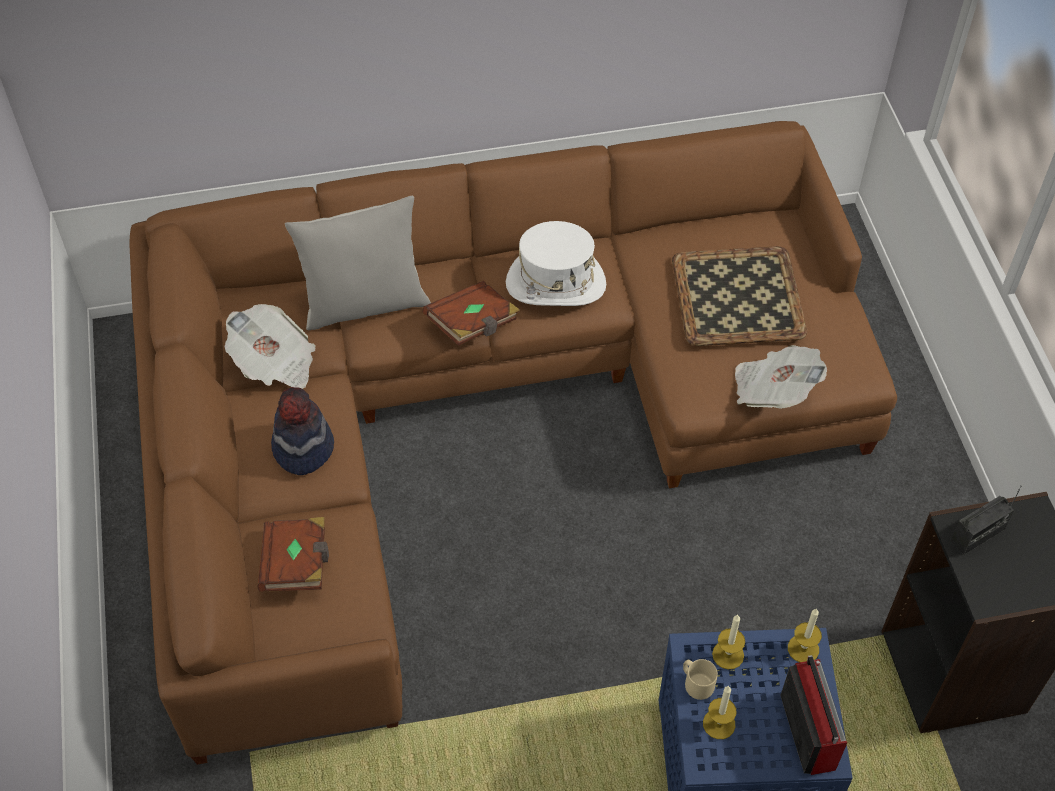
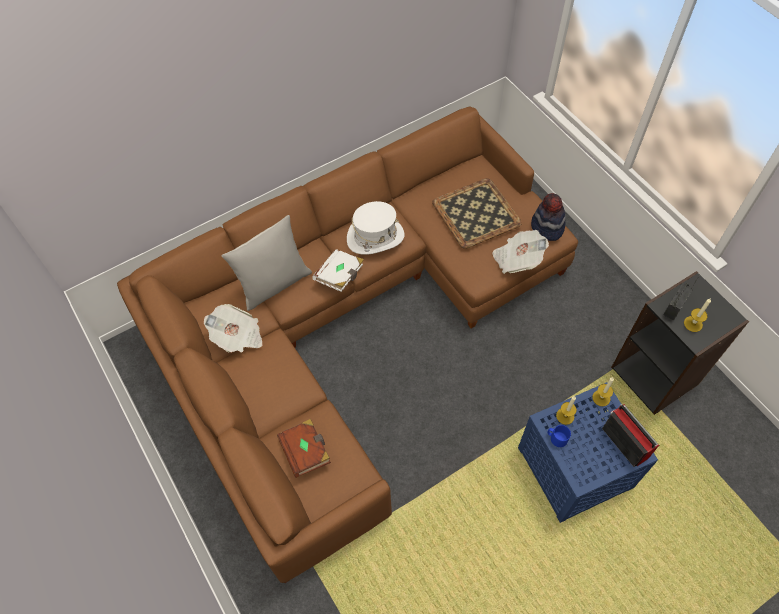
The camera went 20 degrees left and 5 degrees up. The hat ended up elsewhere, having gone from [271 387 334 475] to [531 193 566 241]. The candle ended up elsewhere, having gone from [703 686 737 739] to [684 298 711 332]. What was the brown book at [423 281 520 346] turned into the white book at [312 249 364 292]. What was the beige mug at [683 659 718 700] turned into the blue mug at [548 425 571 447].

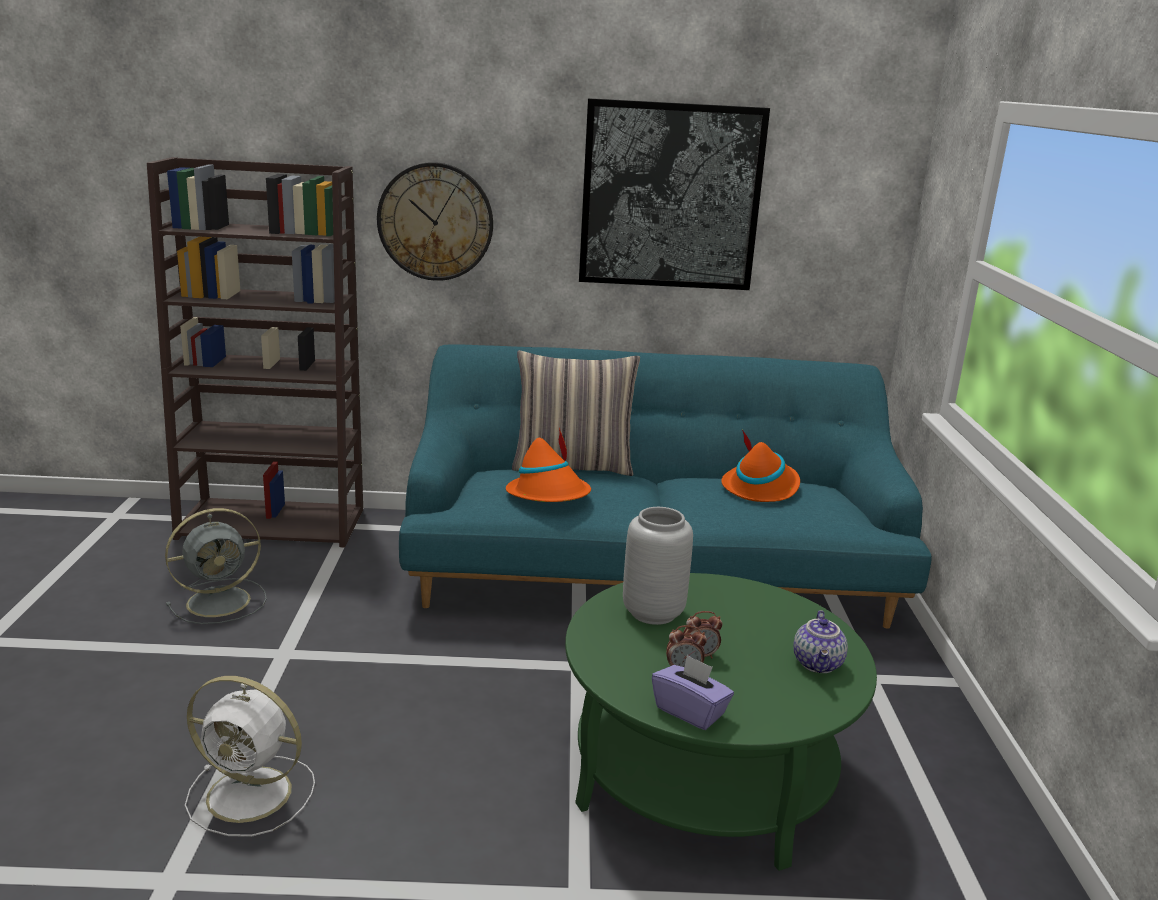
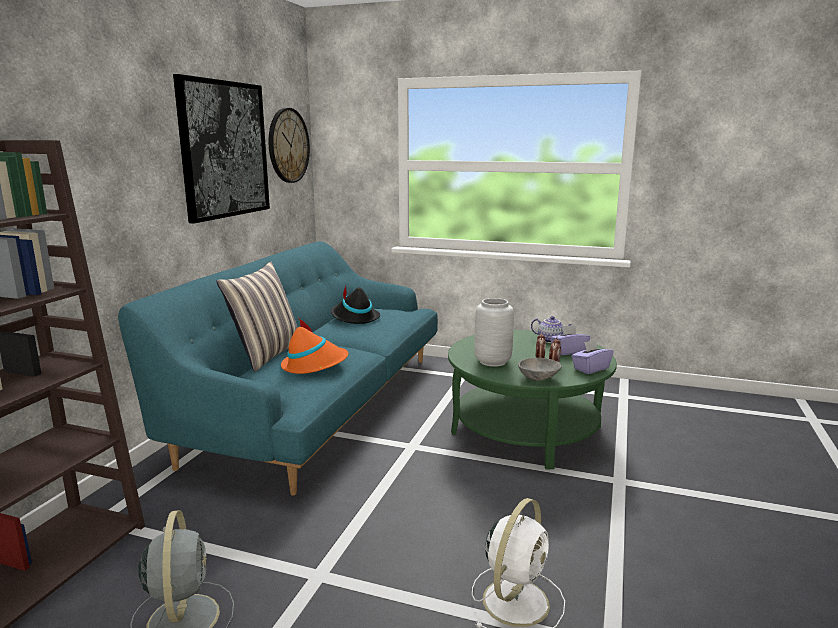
The camera went 70 degrees left and 5 degrees down. The second view gained the grey bowl at [518 358 561 381]. The second view gained the purple tissue box at [550 325 590 355]. The wall clock ended up elsewhere, having gone from [377 162 493 281] to [269 108 310 183]. What was the orange hat at [721 430 800 502] turned into the black hat at [331 286 380 324].

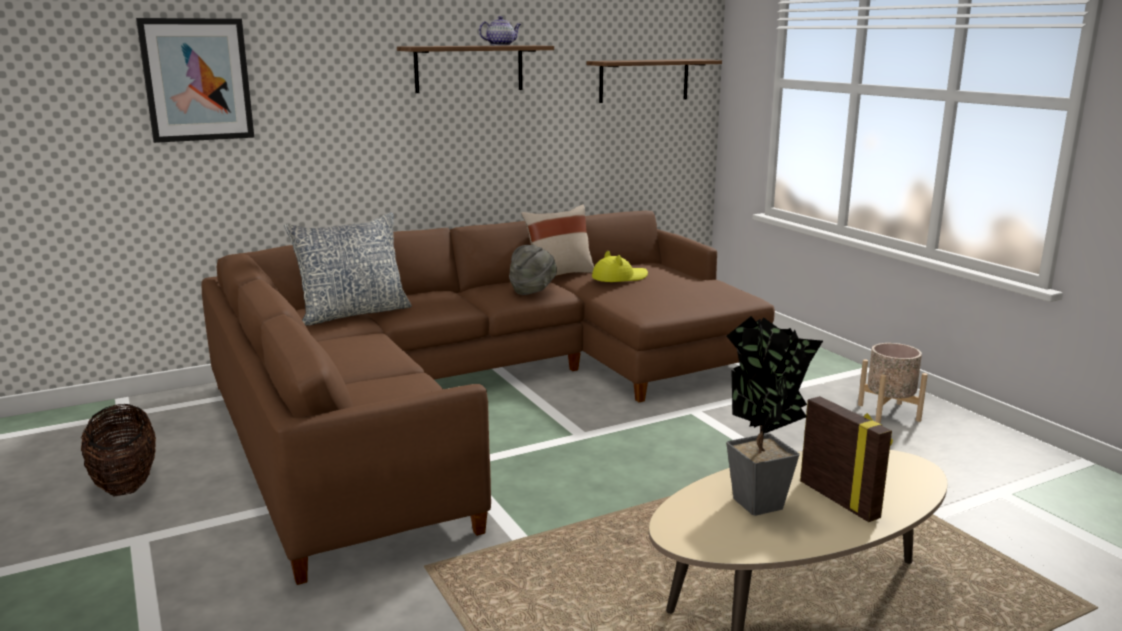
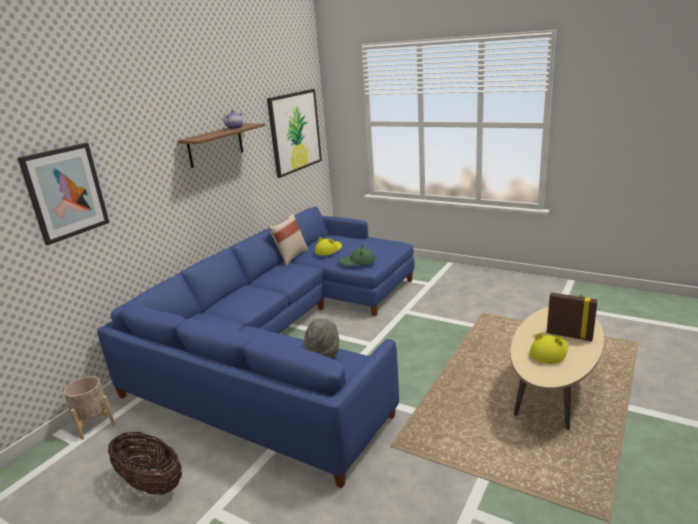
The camera went 30 degrees left and 5 degrees up. The second view lost the pillow at [284 213 412 326]. The second view gained the green hat at [339 244 375 266]. The grey hat ended up elsewhere, having gone from [509 245 557 295] to [303 319 339 358]. The beige planter ended up elsewhere, having gone from [858 343 928 423] to [64 376 115 440]. Where the shelf hung at [586 59 722 103], the picture came to hang at [267 89 322 178]. Where the potted plant stood at [726 316 823 516], the yellow hat came to stand at [530 333 568 364]. What was the brown sofa at [201 211 775 585] turned into the blue sofa at [97 206 414 488].

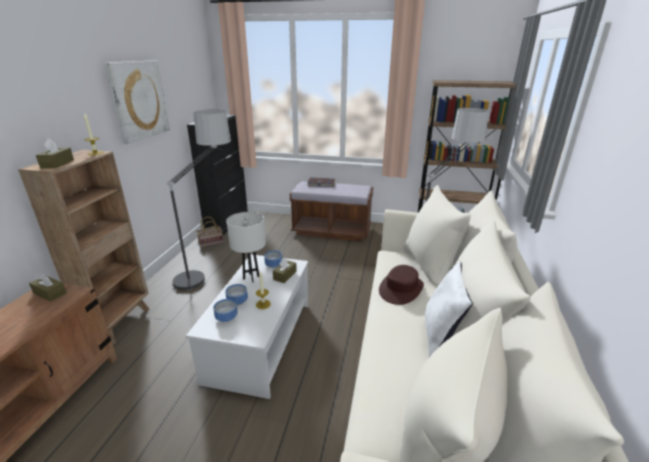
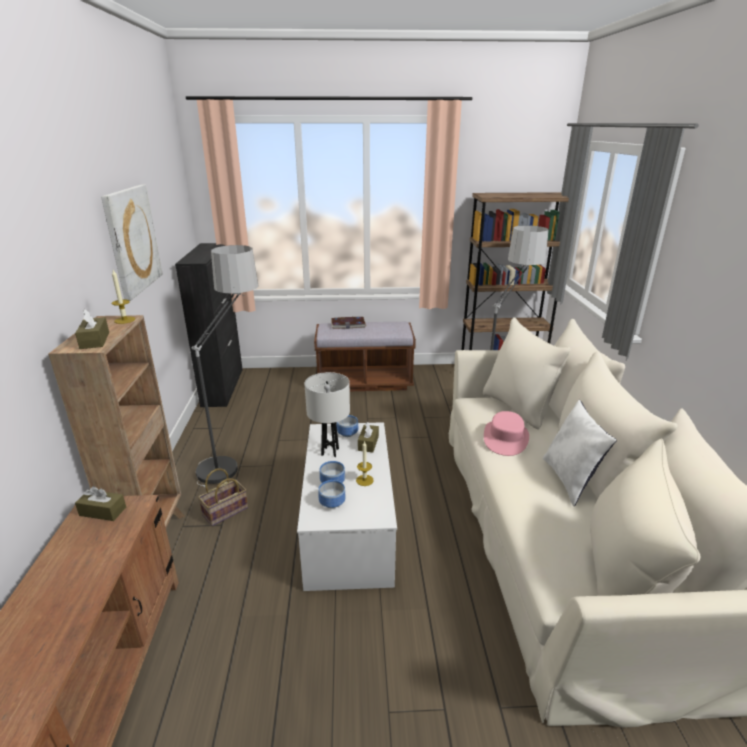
The camera went 15 degrees left and 0 degrees up. The basket ended up elsewhere, having gone from [196 217 224 248] to [198 468 248 526]. What was the brown hat at [379 265 424 305] turned into the pink hat at [484 411 529 456].

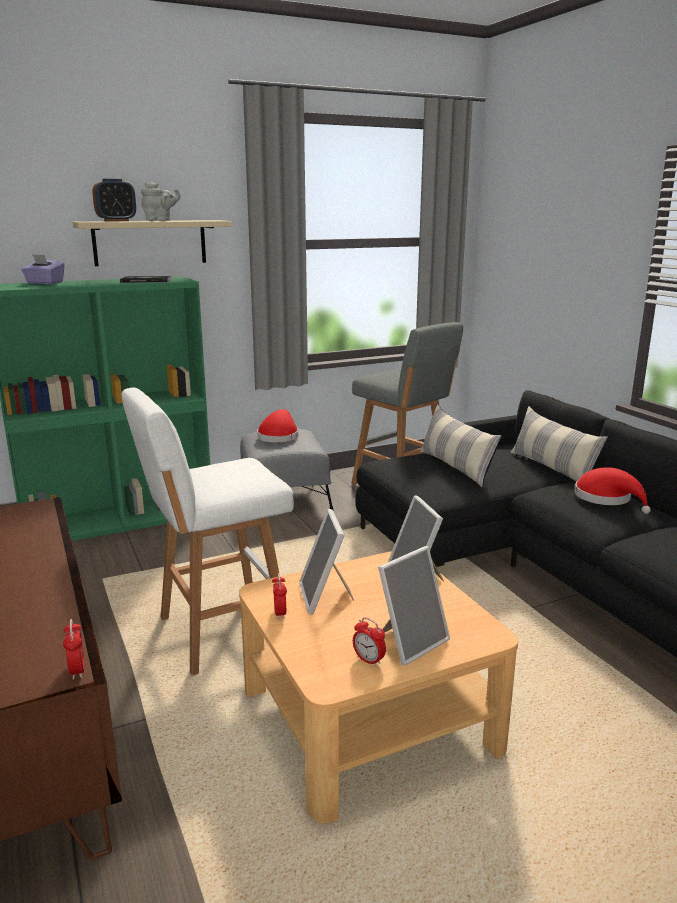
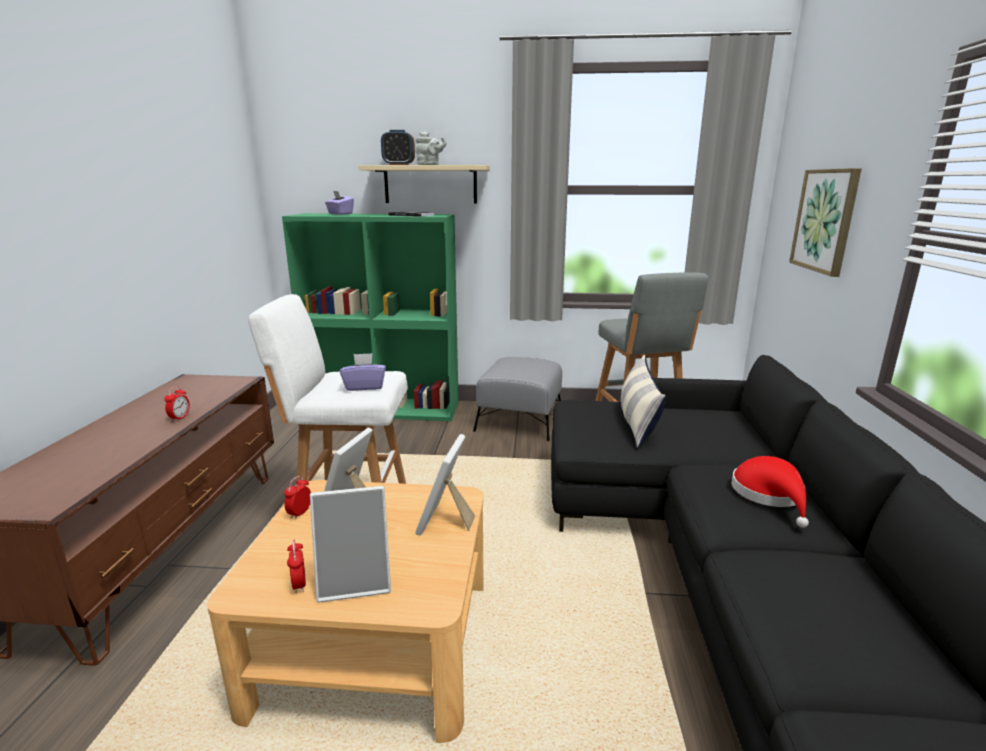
The camera went 30 degrees right and 0 degrees up. The second view lost the red hat at [257 409 298 443]. The second view lost the pillow at [511 407 608 482]. The second view gained the purple tissue box at [340 353 386 391]. The second view gained the picture at [789 168 862 277]. The alarm clock ended up elsewhere, having gone from [63 619 84 680] to [164 386 190 422].

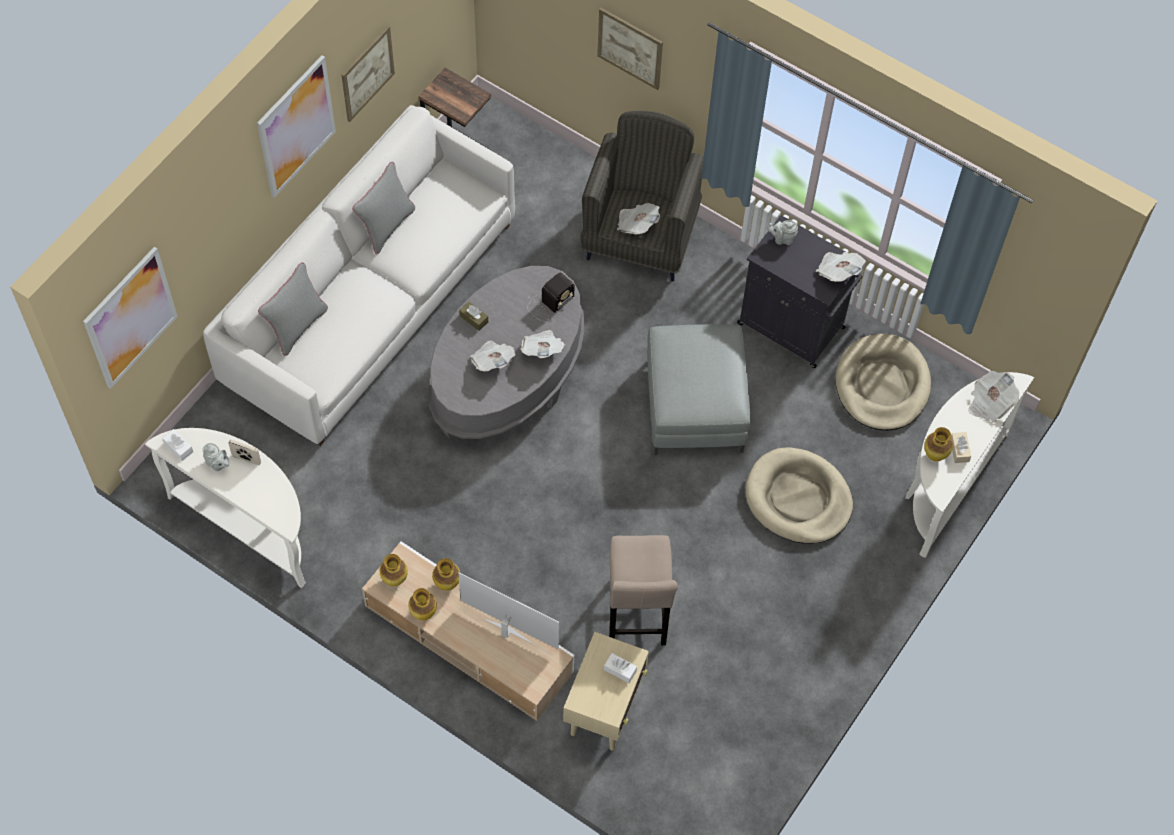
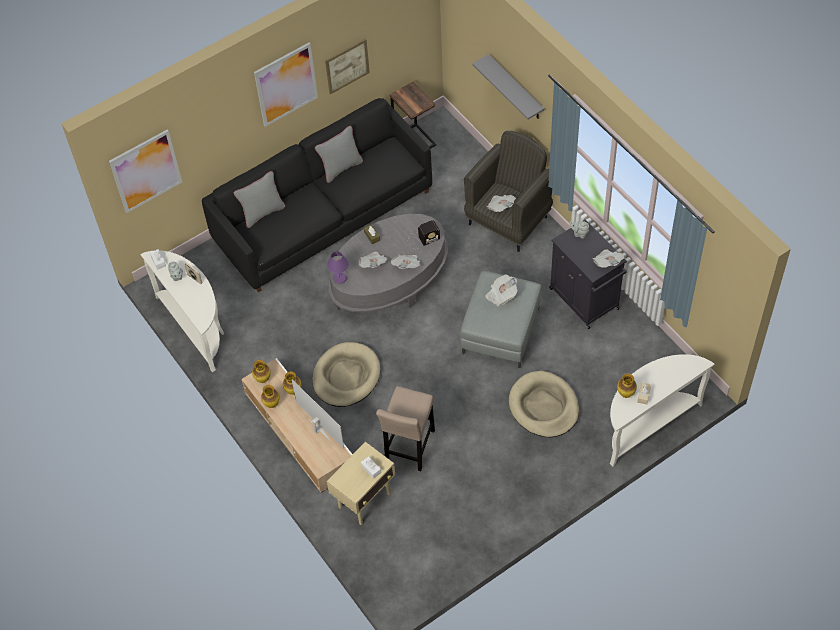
The camera went 25 degrees right and 5 degrees down. The second view gained the purple table lamp at [327 251 349 284]. The beige dog bed ended up elsewhere, having gone from [836 334 931 431] to [313 342 380 407]. The newspaper ended up elsewhere, having gone from [968 371 1019 423] to [485 274 517 307]. Where the picture hung at [597 8 663 90], the grey shelf came to hang at [472 54 544 119]. What was the white sofa at [203 105 515 446] turned into the black sofa at [202 98 432 292].

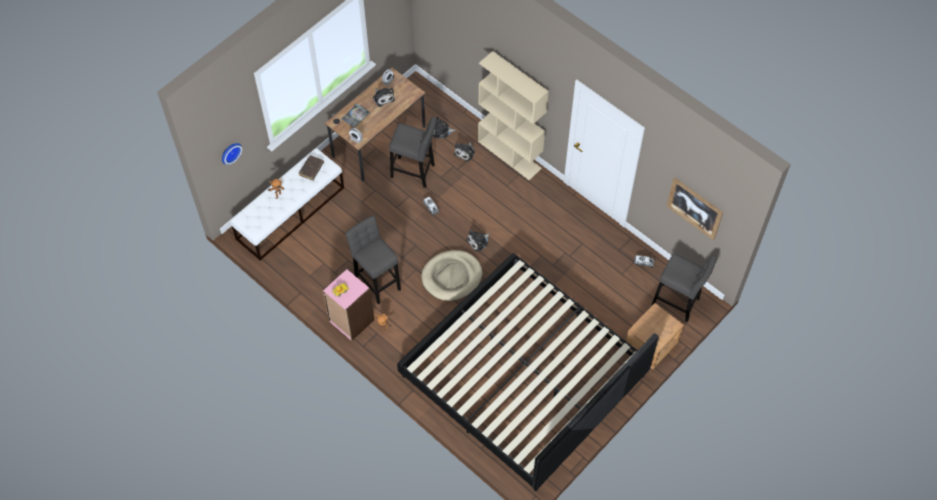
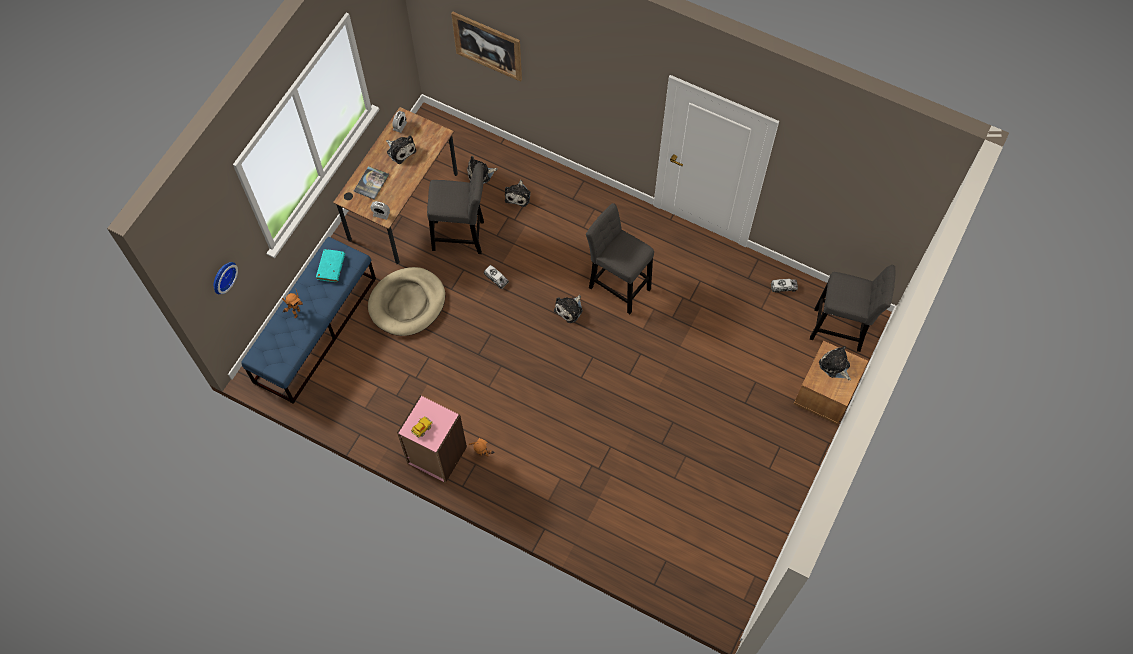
The camera went 15 degrees left and 5 degrees up. The second view lost the bed at [397 253 659 491]. The second view lost the beige bookcase at [478 51 549 180]. The second view gained the plush toy at [819 346 851 380]. The grey stool ended up elsewhere, having gone from [345 215 401 305] to [586 203 654 314]. The beige dog bed ended up elsewhere, having gone from [421 250 483 301] to [368 267 445 336]. The picture ended up elsewhere, having gone from [667 177 723 240] to [451 12 522 82]. What was the white bench at [230 148 344 261] turned into the blue bench at [241 237 376 404]. What was the brown book at [299 155 324 180] turned into the turquoise book at [316 249 345 282].

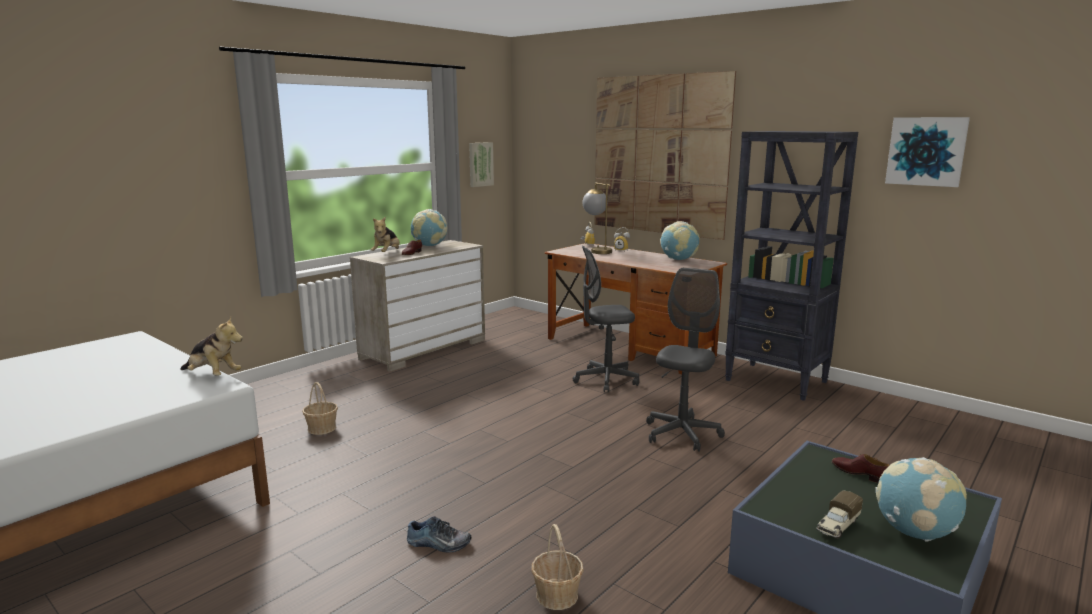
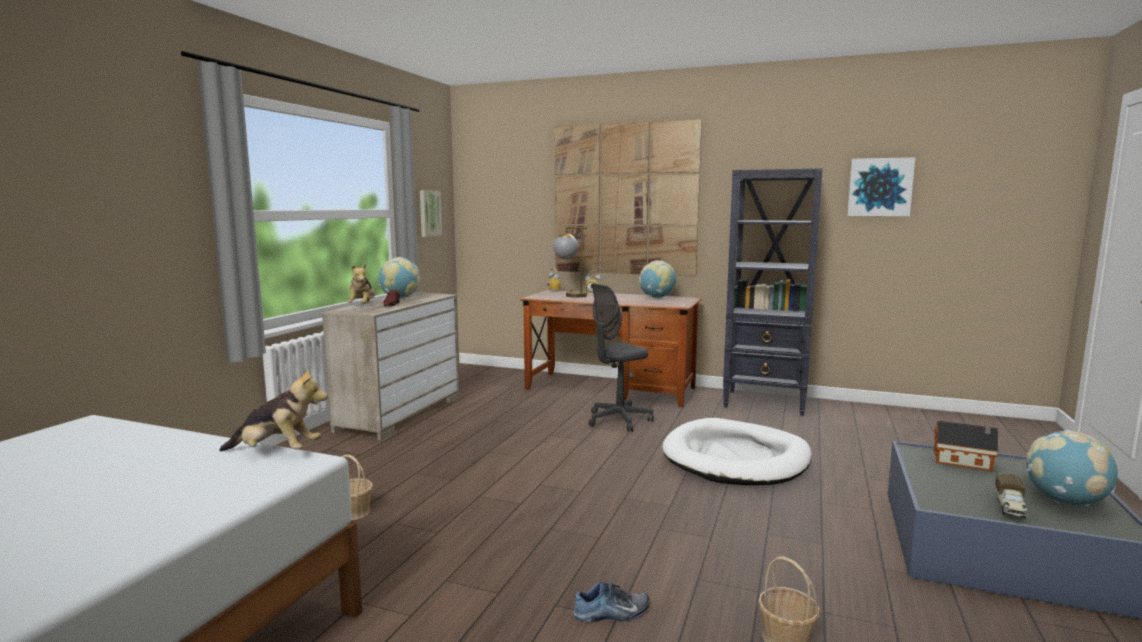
The camera went 20 degrees left and 5 degrees down. Where the grey office chair stood at [646 268 725 452], the white dog bed came to stand at [662 418 812 486]. Where the brown shoe stood at [832 454 890 483], the toy house came to stand at [934 421 999 471].

